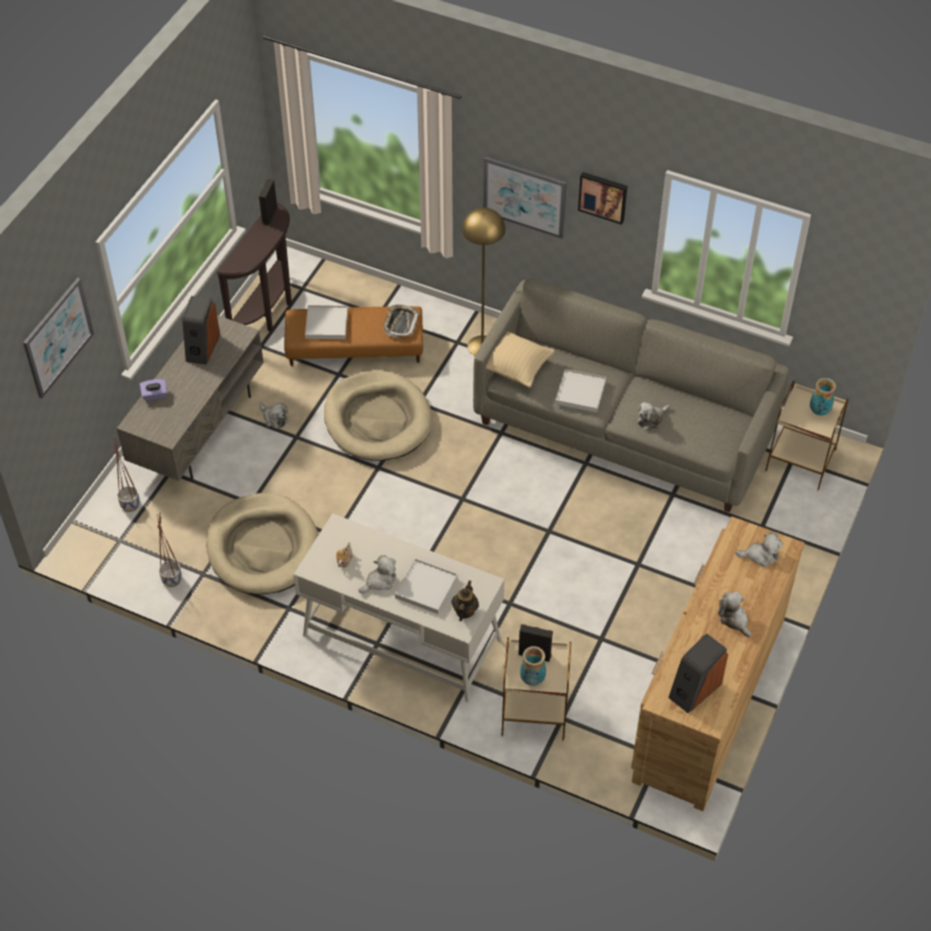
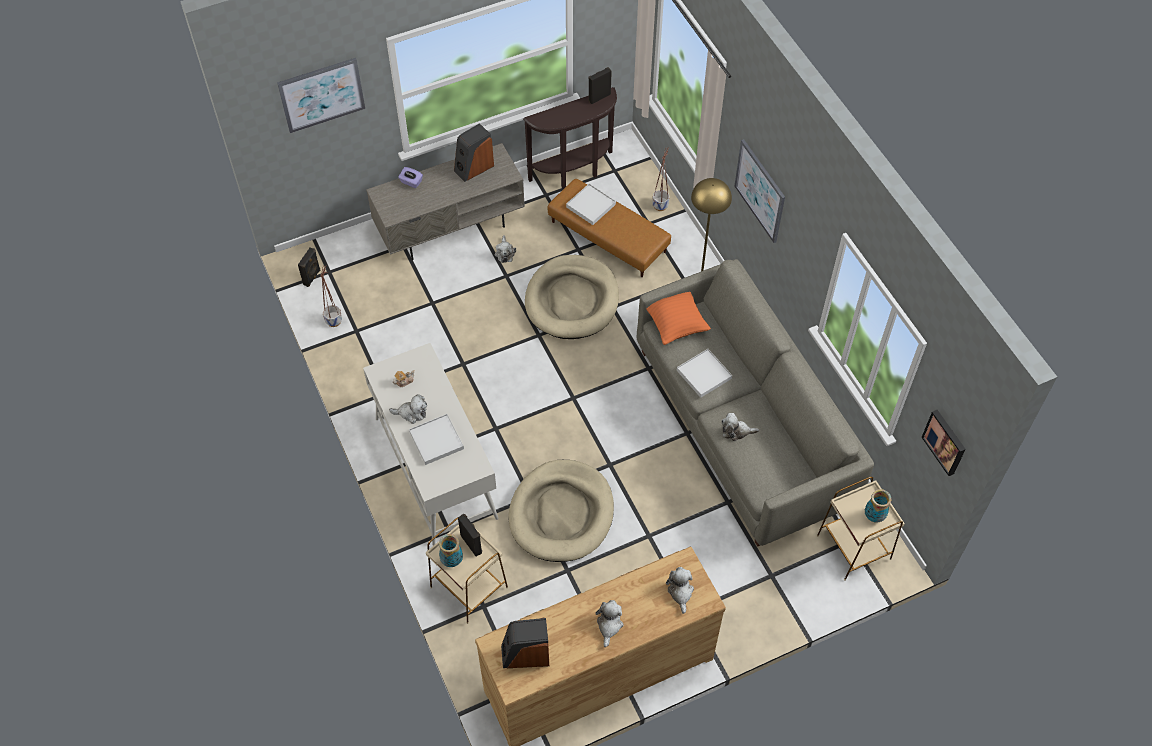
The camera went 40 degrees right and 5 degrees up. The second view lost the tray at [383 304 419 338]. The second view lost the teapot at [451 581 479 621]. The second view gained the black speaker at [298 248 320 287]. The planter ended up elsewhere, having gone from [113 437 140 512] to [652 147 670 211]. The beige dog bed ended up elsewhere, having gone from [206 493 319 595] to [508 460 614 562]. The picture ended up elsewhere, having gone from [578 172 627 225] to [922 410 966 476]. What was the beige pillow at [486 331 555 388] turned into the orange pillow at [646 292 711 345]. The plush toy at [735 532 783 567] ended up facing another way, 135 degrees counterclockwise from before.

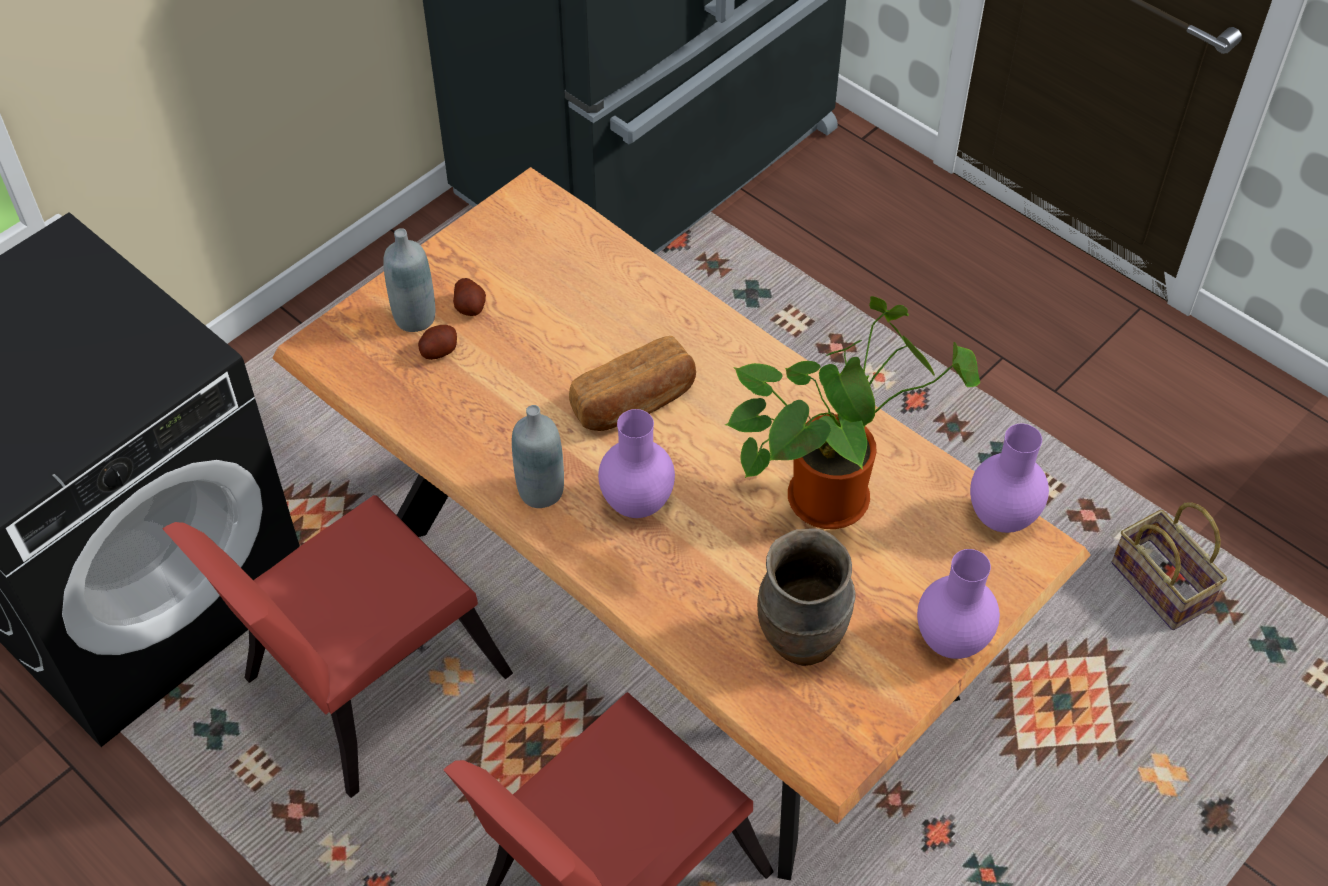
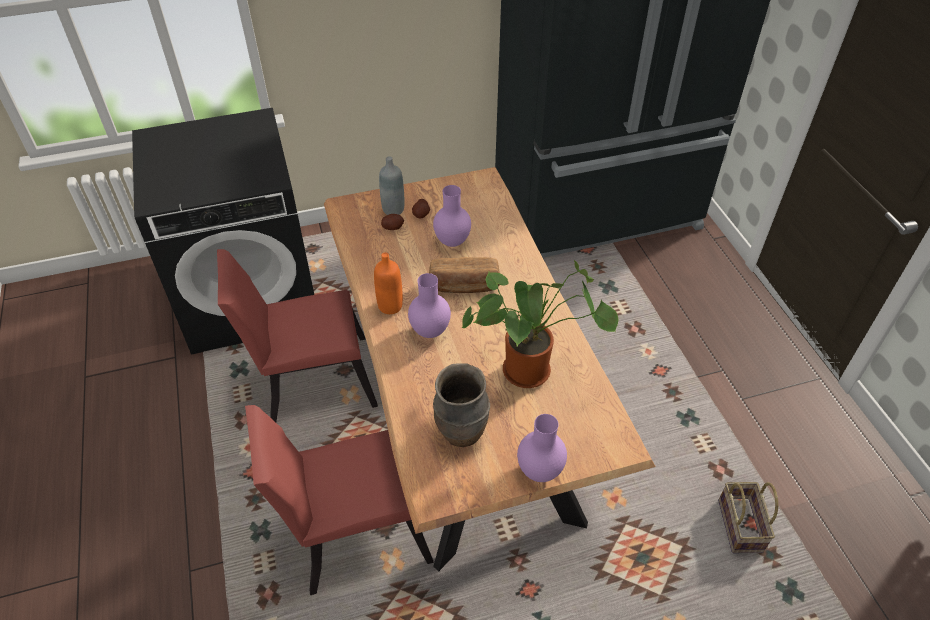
The camera went 30 degrees right and 5 degrees down. The purple vase ended up elsewhere, having gone from [970 424 1049 533] to [433 185 471 247]. What was the grey bottle at [512 405 564 508] turned into the orange bottle at [374 252 403 314].

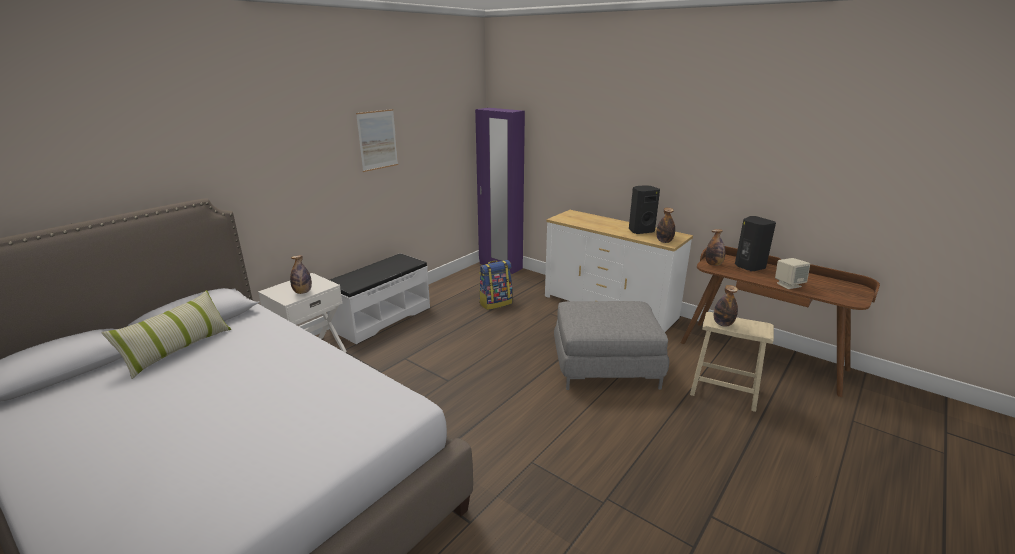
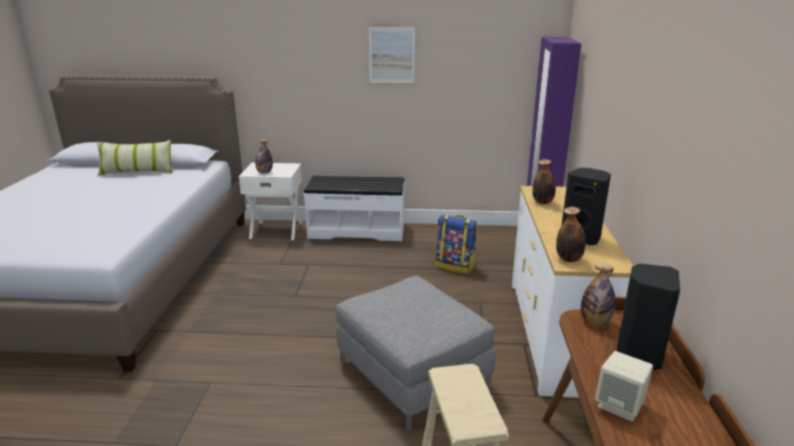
The camera went 55 degrees right and 0 degrees up. The bottle ended up elsewhere, having gone from [714 285 738 327] to [532 159 556 204].

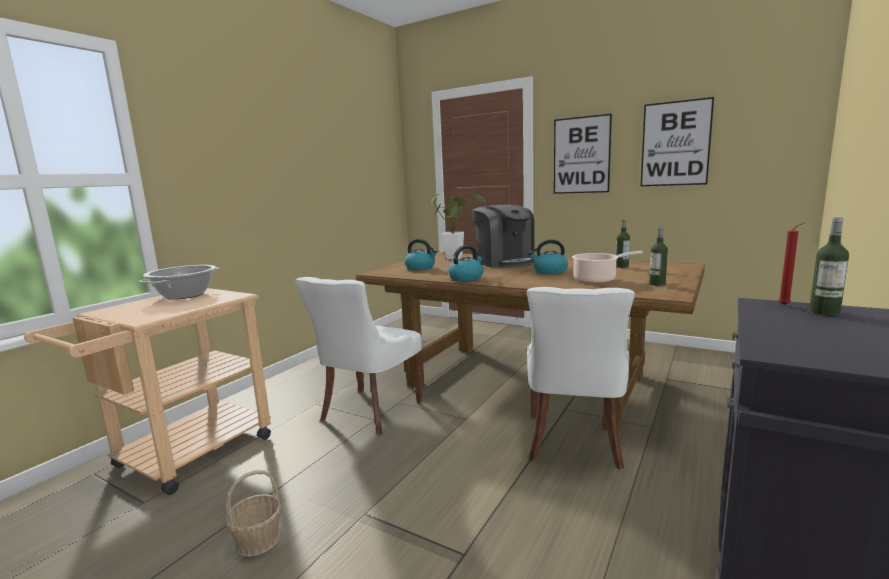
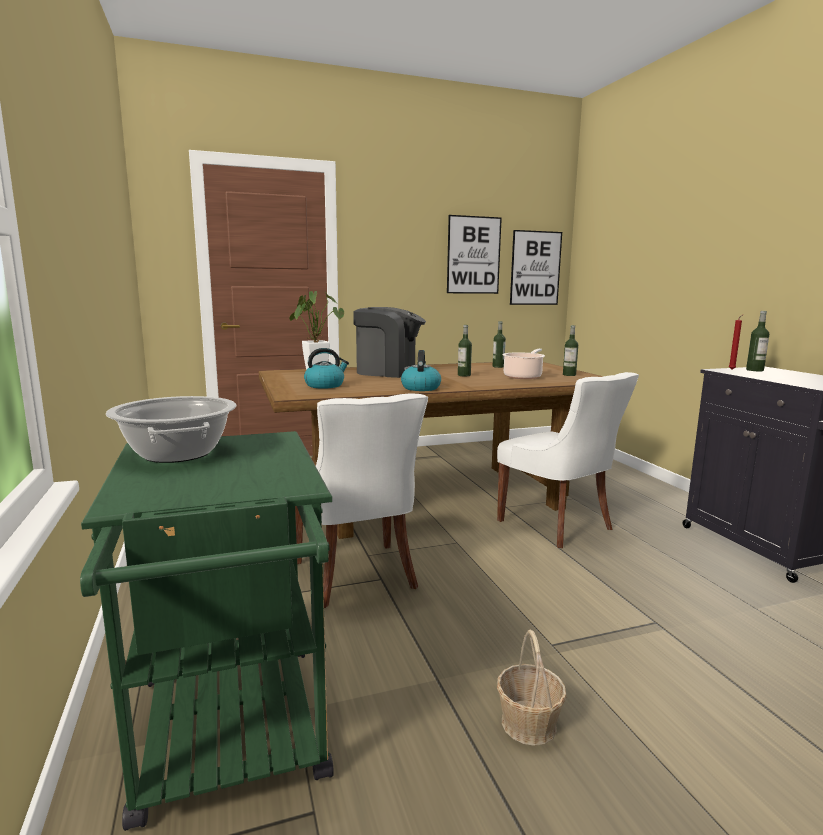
The camera went 50 degrees left and 0 degrees up. The picture ended up elsewhere, having gone from [554 114 612 194] to [510 230 562 305]. Where the kettle stood at [528 239 568 274], the bottle came to stand at [458 325 472 376]. What was the beige cart at [24 288 271 495] turned into the green cart at [80 431 334 831].

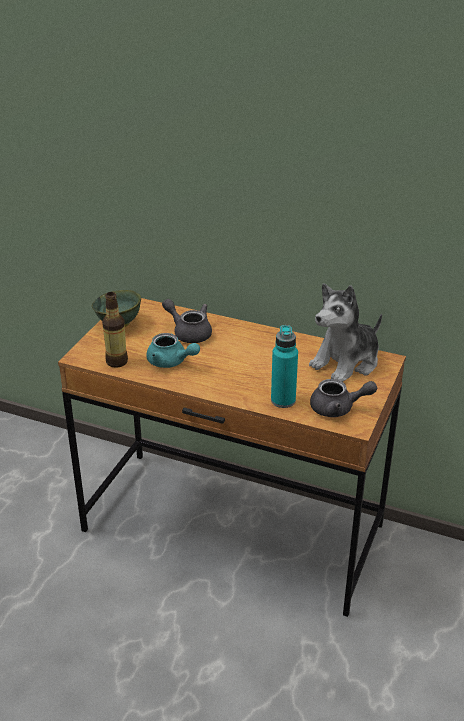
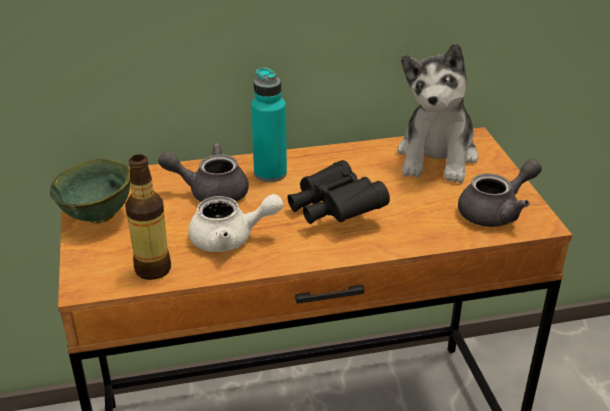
The camera went 35 degrees left and 0 degrees up. The second view gained the black binoculars at [288 160 390 224]. The turquoise bottle ended up elsewhere, having gone from [271 325 298 408] to [251 67 287 182]. What was the turquoise teapot at [146 333 200 368] turned into the white teapot at [188 194 283 252].

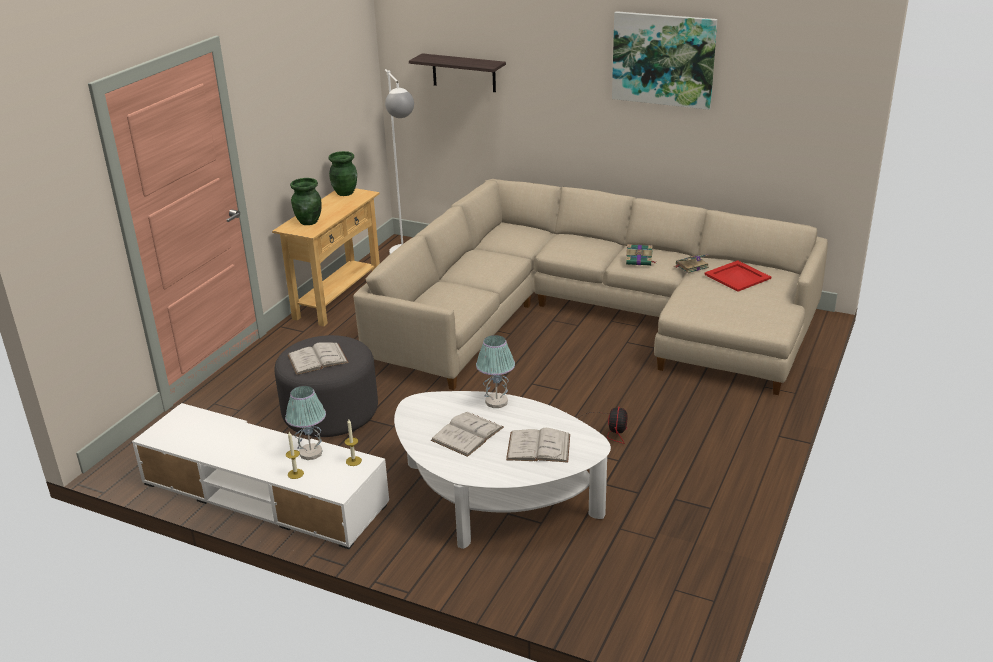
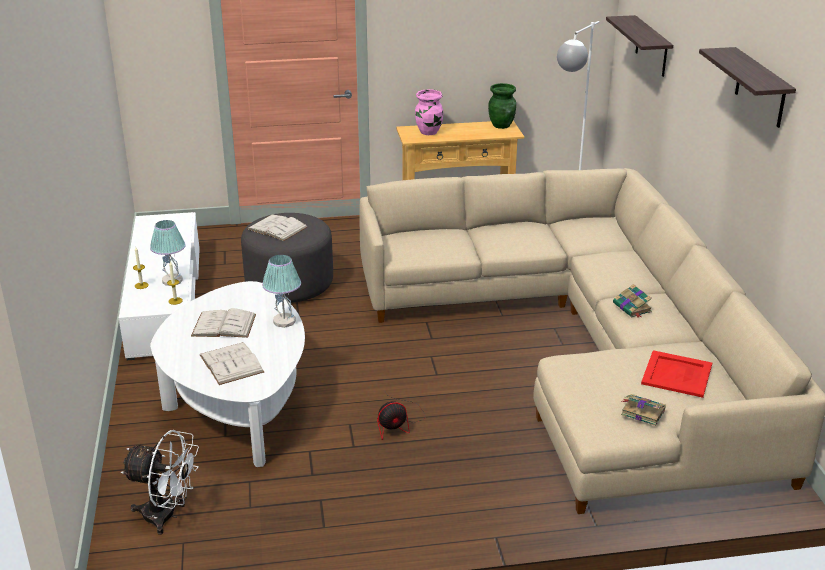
The camera went 55 degrees right and 0 degrees up. The second view gained the white fan at [121 430 199 535]. The book ended up elsewhere, having gone from [674 254 709 273] to [621 394 666 426]. Where the picture hung at [612 11 717 110], the shelf came to hang at [699 47 796 128]. What was the green vase at [290 178 322 225] turned into the pink vase at [415 89 443 135].

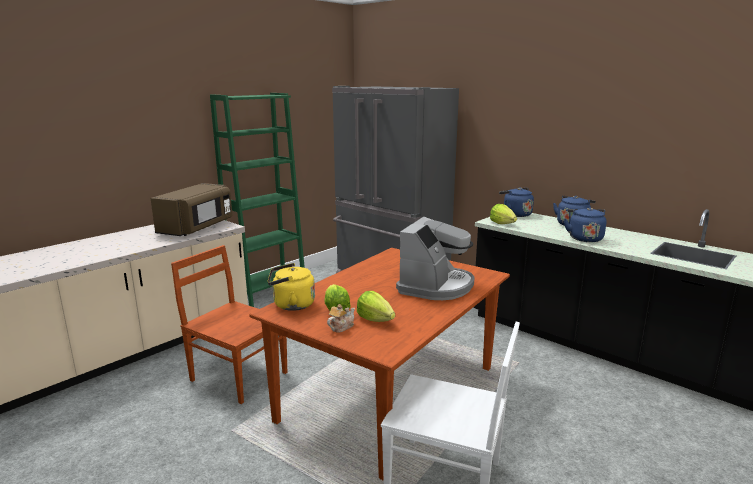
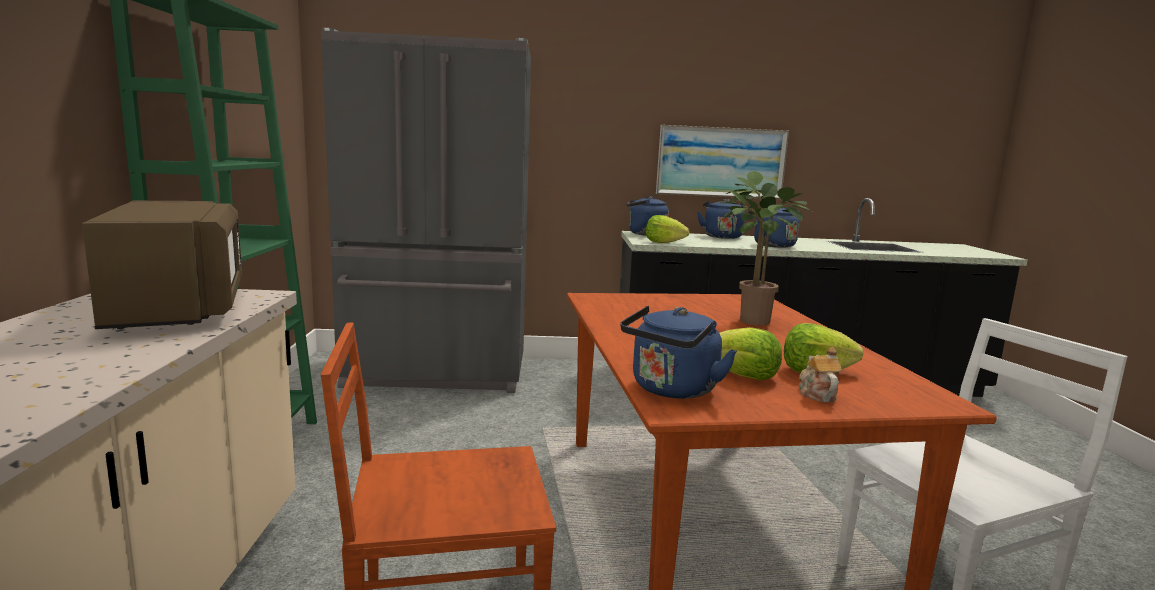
The camera went 45 degrees left and 5 degrees down. The second view gained the picture at [656 125 789 199]. Where the coffee machine stood at [396 216 475 300], the potted plant came to stand at [719 171 812 325]. What was the yellow kettle at [268 263 315 311] turned into the blue kettle at [620 306 737 399].

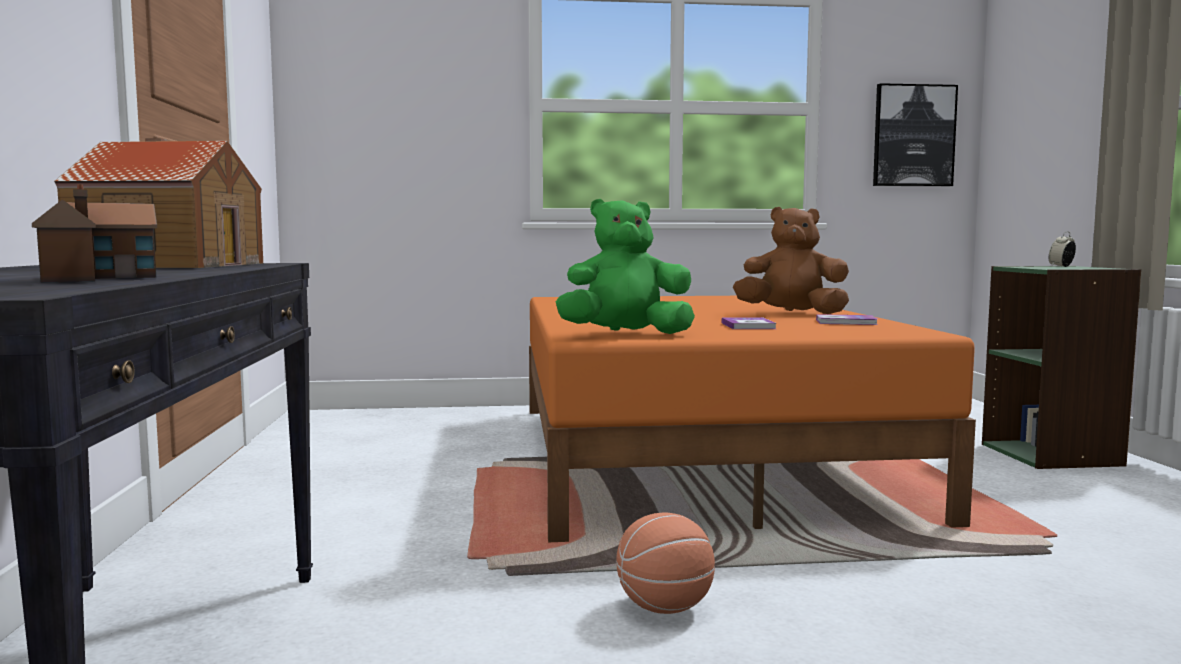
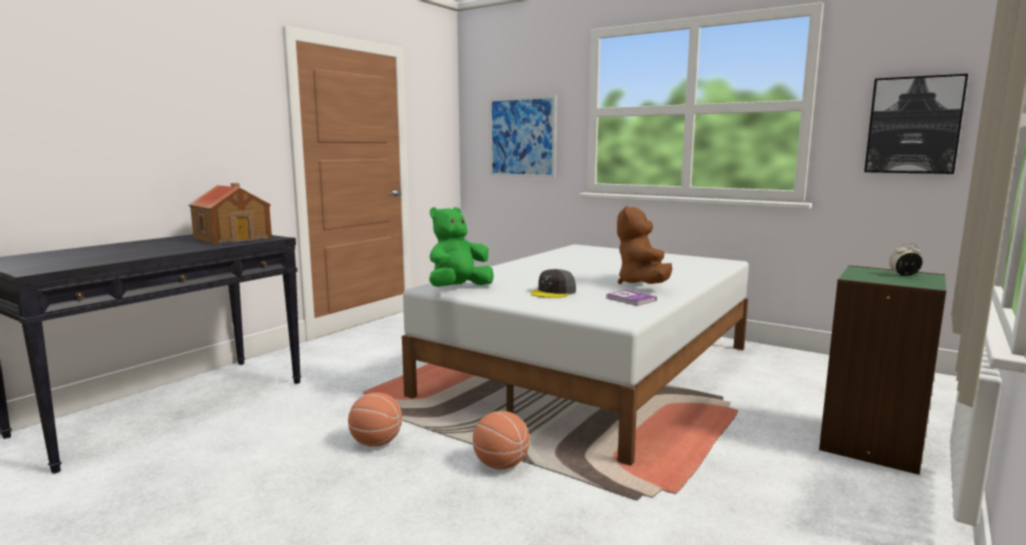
The camera went 40 degrees right and 5 degrees up. The second view lost the toy house at [32 184 157 283]. The second view gained the basketball at [473 411 530 469]. The second view gained the picture at [489 95 557 178]. Where the book stood at [722 317 776 329], the grey cap came to stand at [530 269 576 298]. What was the orange bed at [529 296 976 542] turned into the white bed at [402 244 749 466]. The green plush toy at [556 199 695 334] ended up facing another way, 75 degrees counterclockwise from before. The brown plush toy at [733 207 849 314] ended up facing another way, 135 degrees counterclockwise from before.

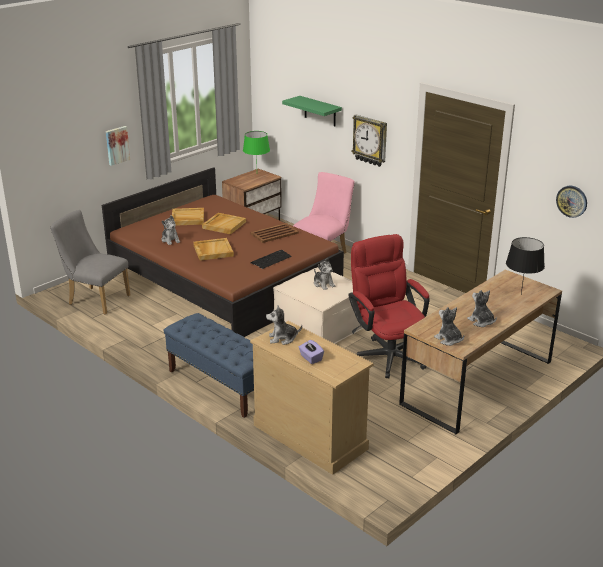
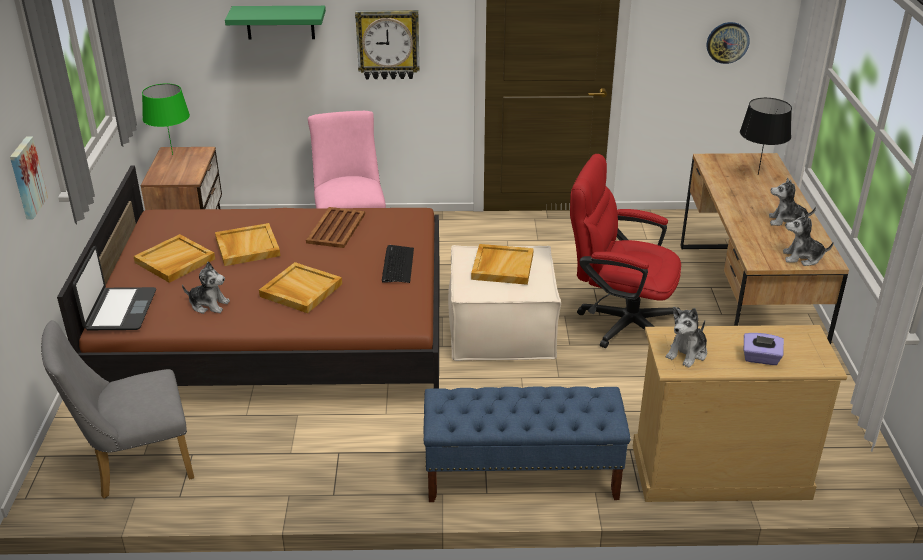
The camera went 45 degrees left and 5 degrees up. The second view gained the laptop at [72 246 156 330]. Where the plush toy stood at [314 258 335 290], the beige tray came to stand at [471 244 534 285].

